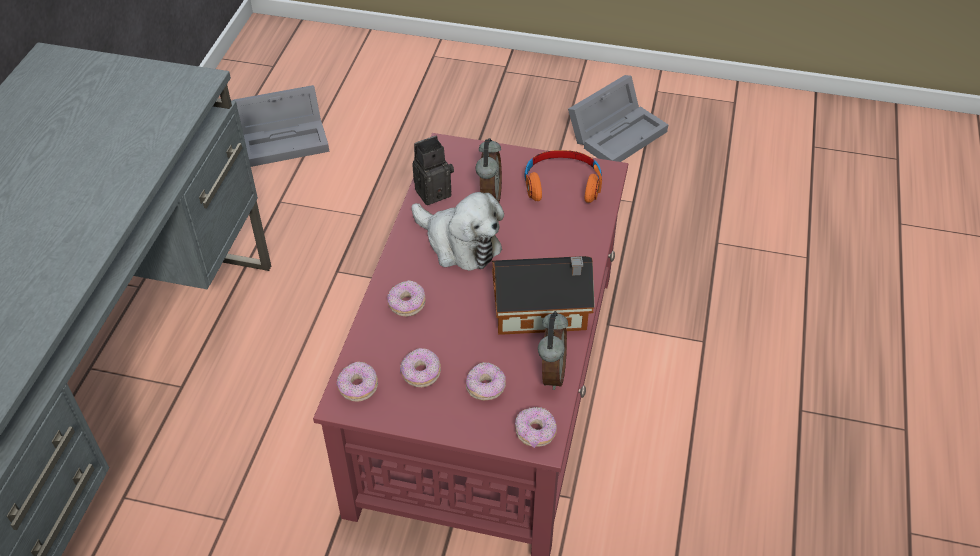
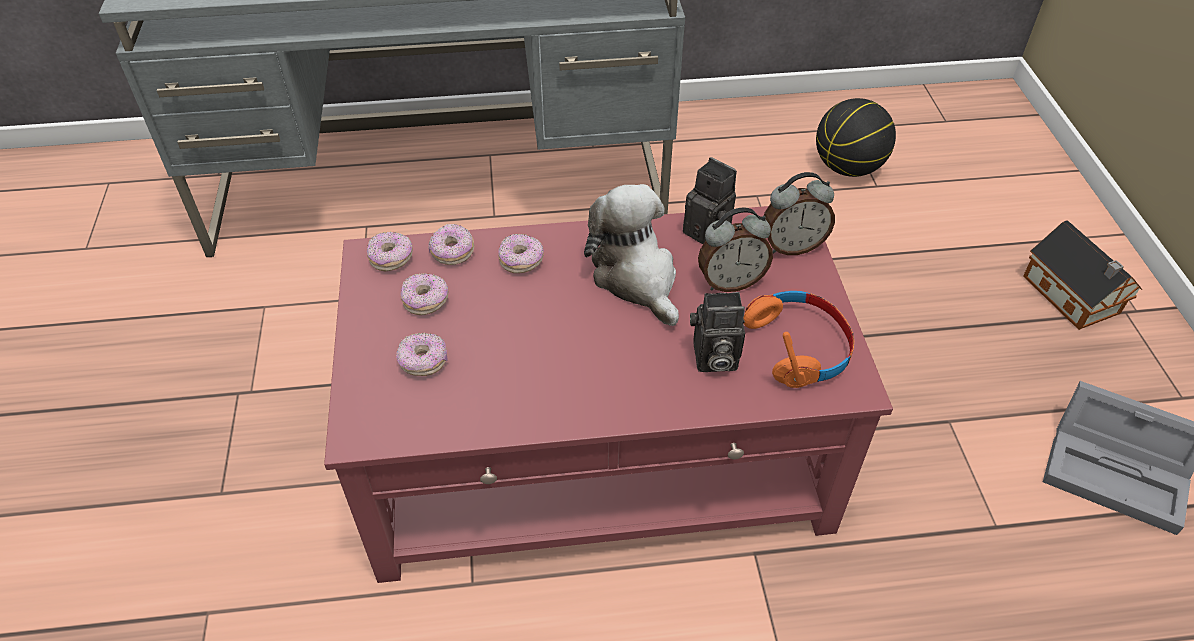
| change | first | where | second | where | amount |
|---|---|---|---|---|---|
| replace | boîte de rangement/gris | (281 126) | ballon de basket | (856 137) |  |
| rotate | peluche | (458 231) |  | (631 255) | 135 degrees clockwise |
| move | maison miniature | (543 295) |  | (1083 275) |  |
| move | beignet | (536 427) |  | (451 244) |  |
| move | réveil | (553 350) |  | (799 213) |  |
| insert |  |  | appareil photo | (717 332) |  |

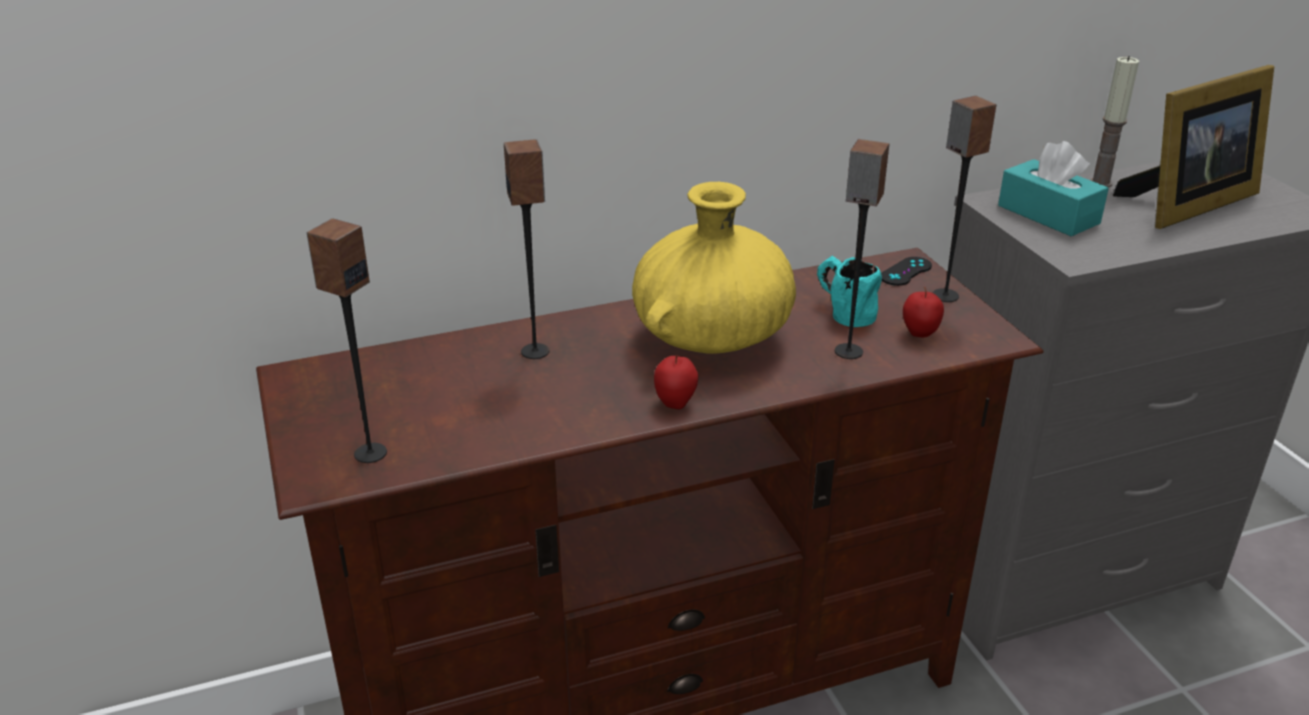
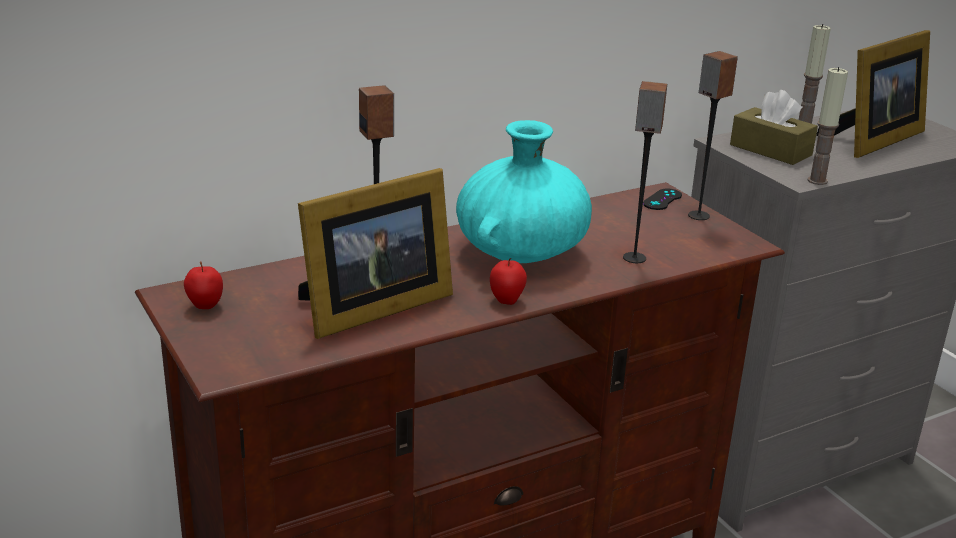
| change | first | where | second | where | amount |
|---|---|---|---|---|---|
| delete | enceinte | (346 340) |  |  |  |
| recolor | vase/jaune | (714 268) | vase/turquoise | (524 191) |  |
| delete | mug/turquoise | (849 291) |  |  |  |
| move | pomme | (923 312) |  | (203 285) |  |
| recolor | boîte à mouchoirs/turquoise | (1053 188) | boîte à mouchoirs/marron | (774 127) |  |
| insert |  |  | cadre photo | (375 253) |  |
| insert |  |  | bougie | (828 126) |  |

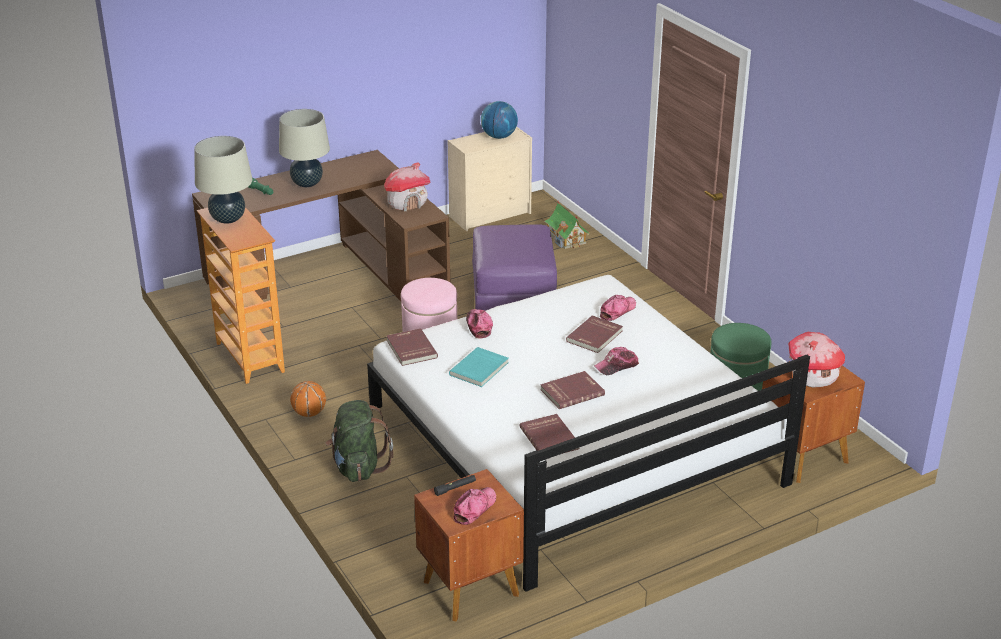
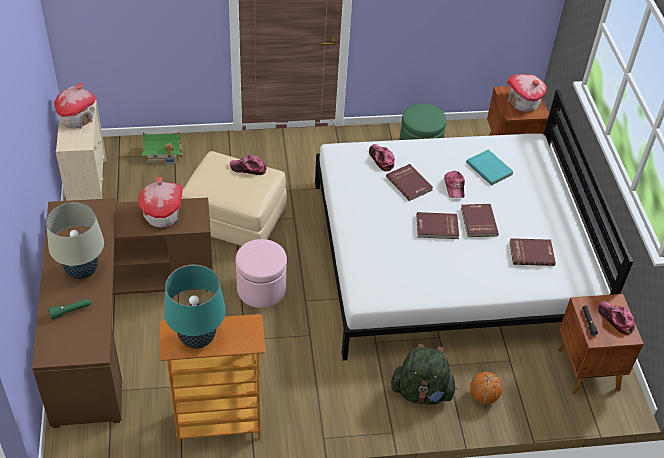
| change | first | where | second | where | amount |
|---|---|---|---|---|---|
| recolor | lampe de table/beige | (223 180) | lampe de table/turquoise | (195 307) |  |
| move | ballon de basket | (308 399) |  | (486 388) |  |
| move | livre/rouge | (412 347) |  | (438 225) |  |
| move | livre/turquoise | (479 367) |  | (490 167) |  |
| move | casquette | (479 324) |  | (248 165) |  |
| recolor | pouf/violet | (514 267) | pouf/beige | (234 198) |  |
| replace | globe | (499 120) | maison miniature | (75 106) |  |

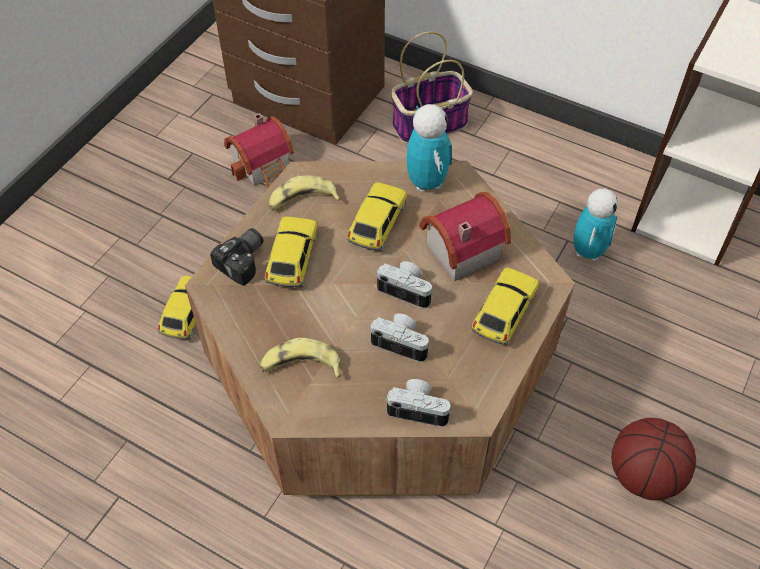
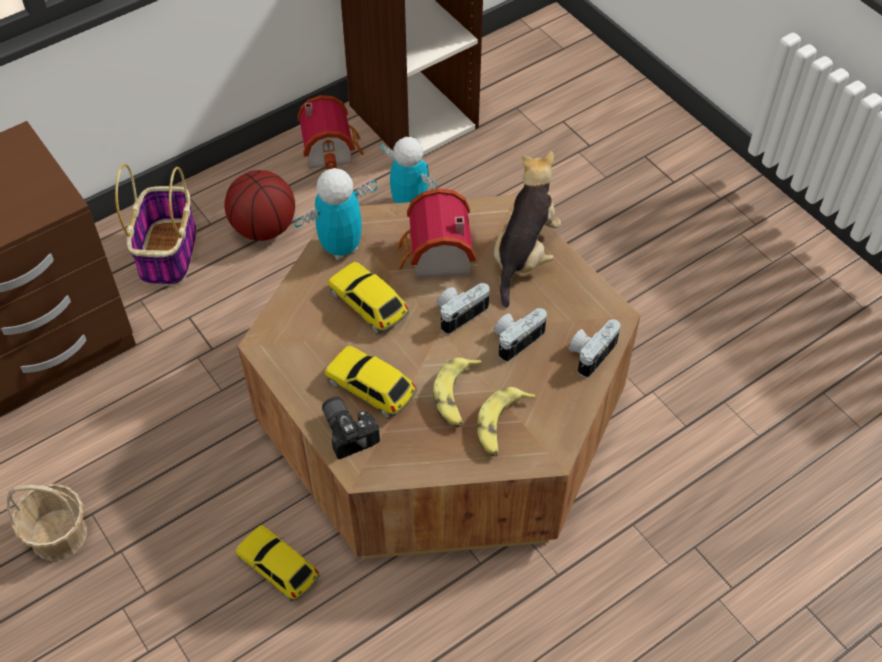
| change | first | where | second | where | amount |
|---|---|---|---|---|---|
| move | maison miniature | (259 150) |  | (330 132) |  |
| move | banane | (305 193) |  | (457 392) |  |
| rotate | robot jouet | (429 148) |  | (336 214) | 45 degrees counterclockwise |
| replace | petite voiture | (505 307) | peluche | (527 229) |  |
| move | ballon de basket | (654 459) |  | (259 205) |  |
| insert |  |  | panier | (47 522) |  |

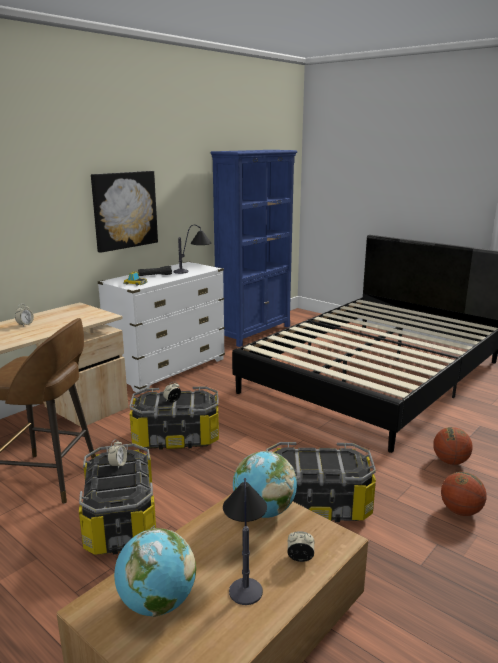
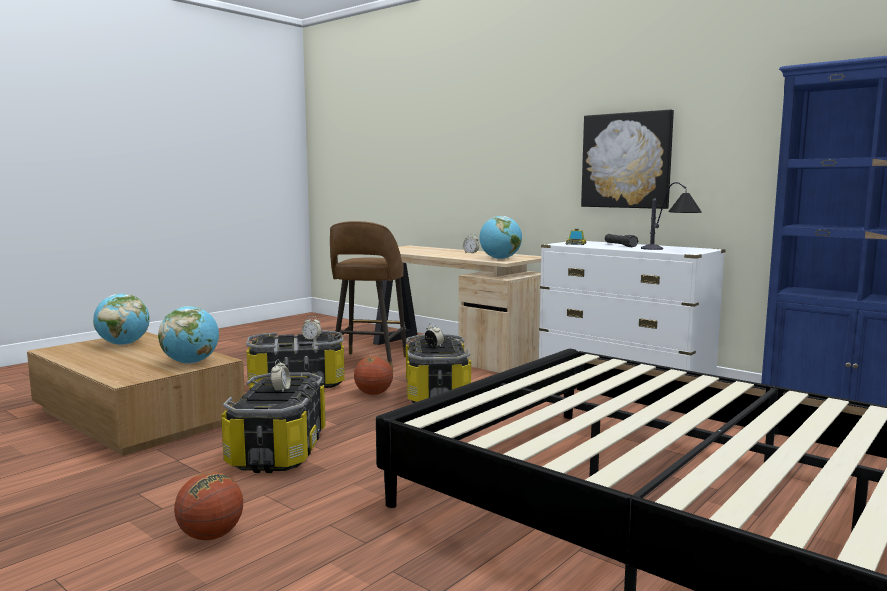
| change | first | where | second | where | amount |
|---|---|---|---|---|---|
| delete | lampe de table | (245 541) |  |  |  |
| move | réveil | (301 546) |  | (281 376) |  |
| move | ballon de basket | (453 446) |  | (373 375) |  |
| insert |  |  | globe | (500 237) |  |

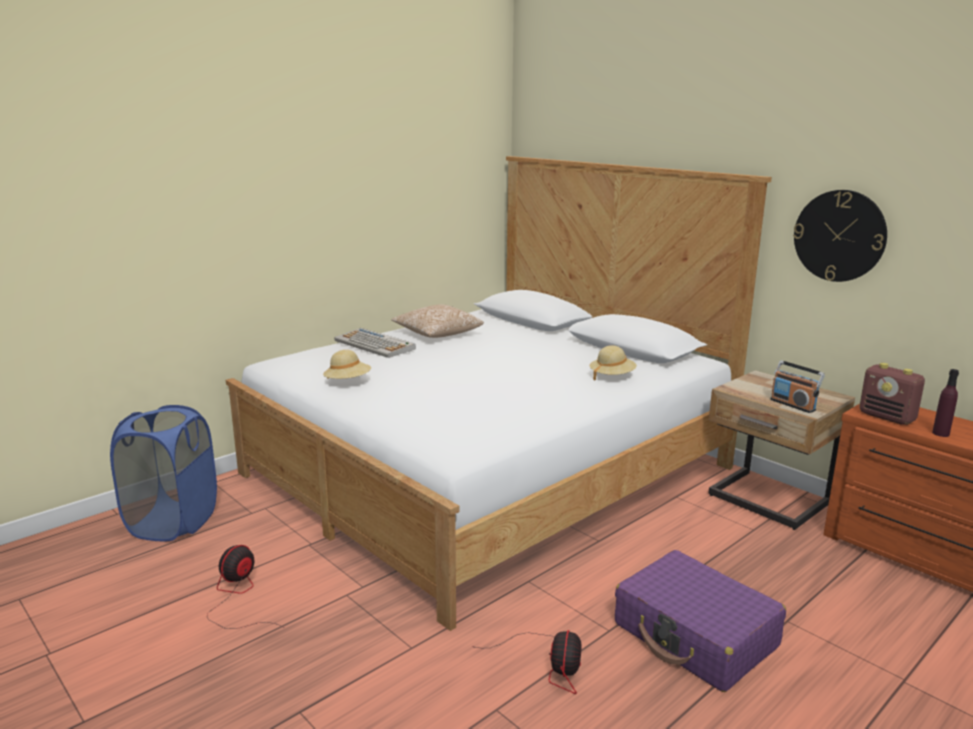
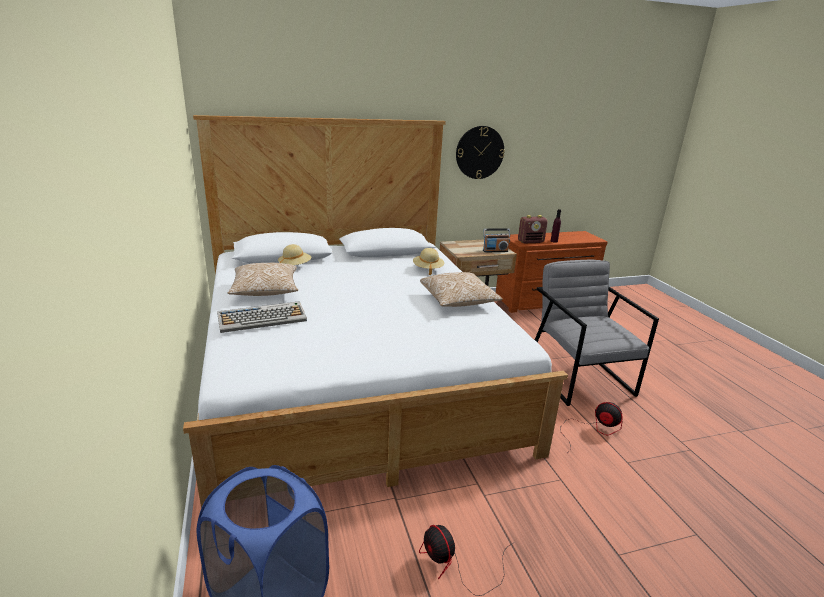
| change | first | where | second | where | amount |
|---|---|---|---|---|---|
| move | chapeau/beige | (347 364) |  | (294 254) |  |
| replace | valise/violet | (700 621) | fauteuil/gris | (597 333) |  |
| insert |  |  | coussin | (461 289) |  |

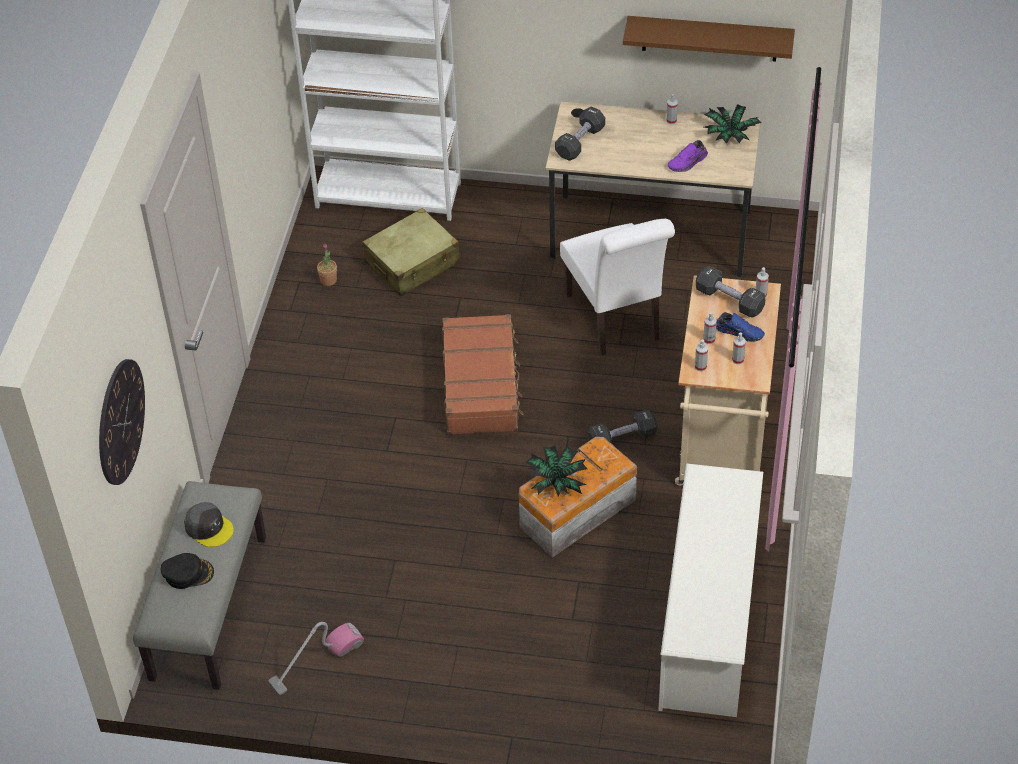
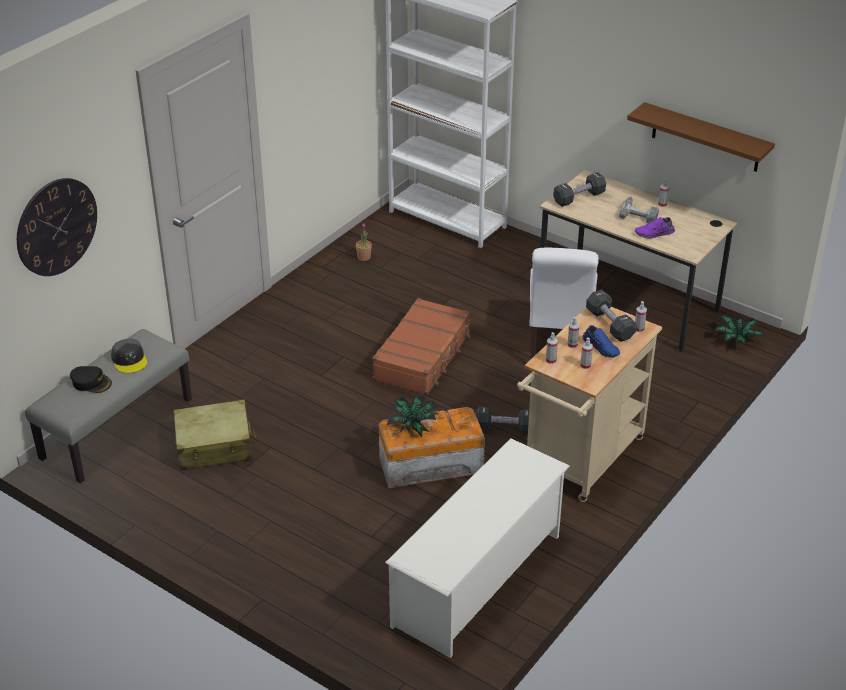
| change | first | where | second | where | amount |
|---|---|---|---|---|---|
| delete | aspirateur | (316 658) |  |  |  |
| move | valise/beige | (411 252) |  | (215 435) |  |
| move | plante en pot | (733 124) |  | (739 329) |  |
| insert |  |  | perceuse | (639 210) |  |

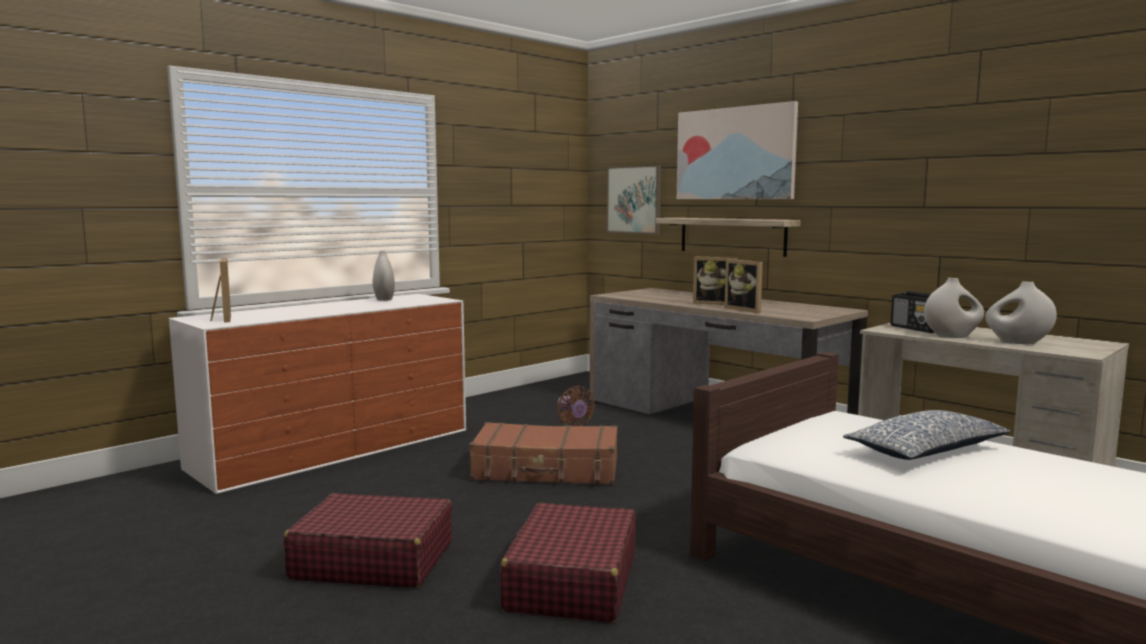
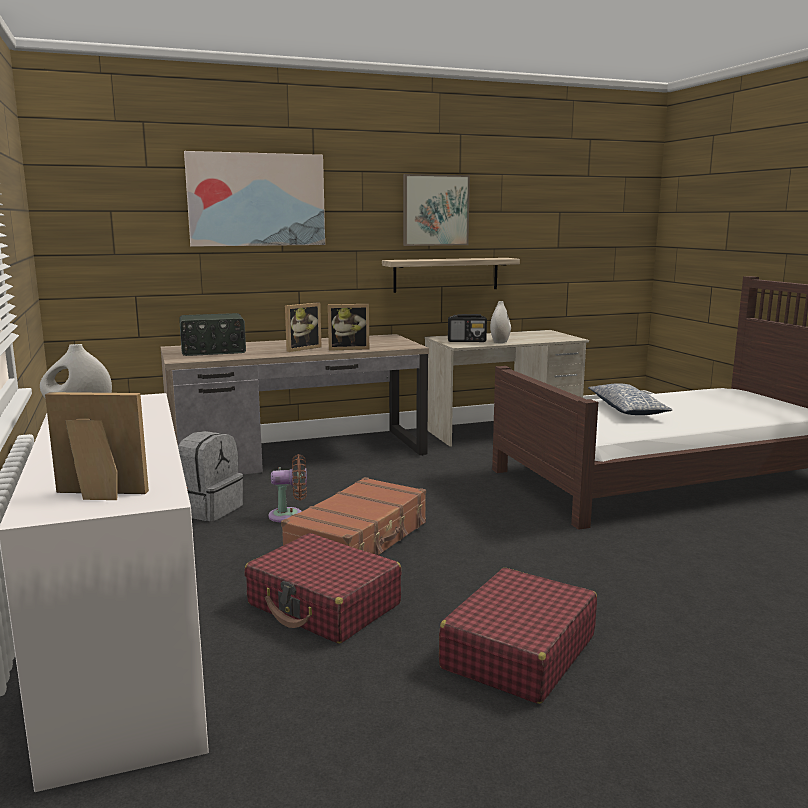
| change | first | where | second | where | amount |
|---|---|---|---|---|---|
| move | valise/rouge | (568 563) |  | (323 588) |  |
| move | tableau | (634 199) |  | (436 210) |  |
| move | étagère | (728 237) |  | (451 275) |  |
| delete | vase/blanc | (1021 313) |  |  |  |
| insert |  |  | sac à dos/gris | (210 476) |  |
| insert |  |  | radio | (212 334) |  |

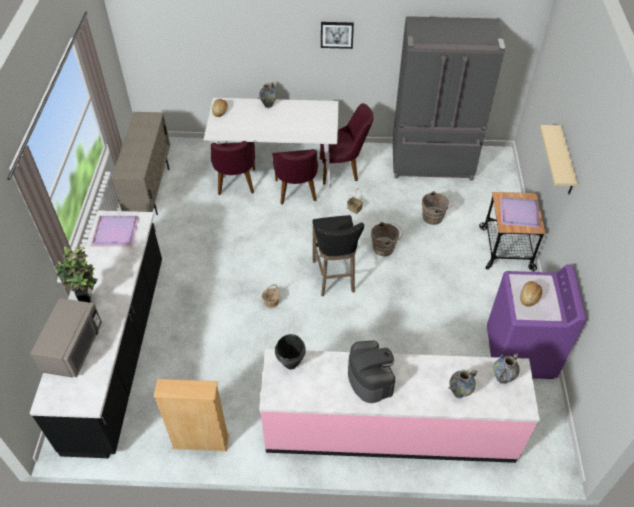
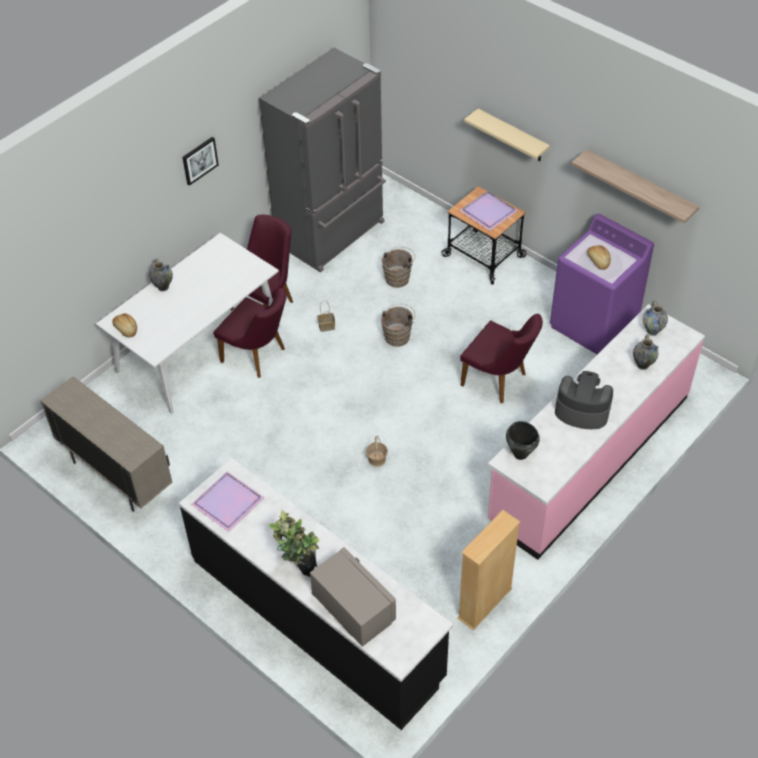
| change | first | where | second | where | amount |
|---|---|---|---|---|---|
| move | chaise/violet | (233 168) |  | (501 358) |  |
| delete | tabouret/noir | (338 255) |  |  |  |
| insert |  |  | étagère | (635 186) |  |

